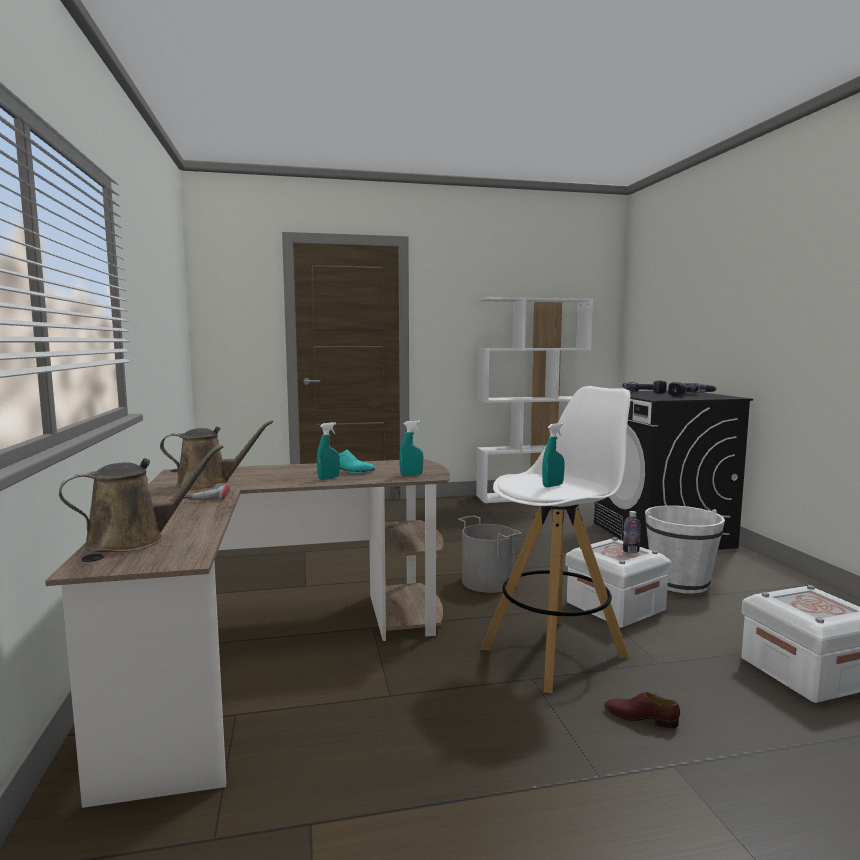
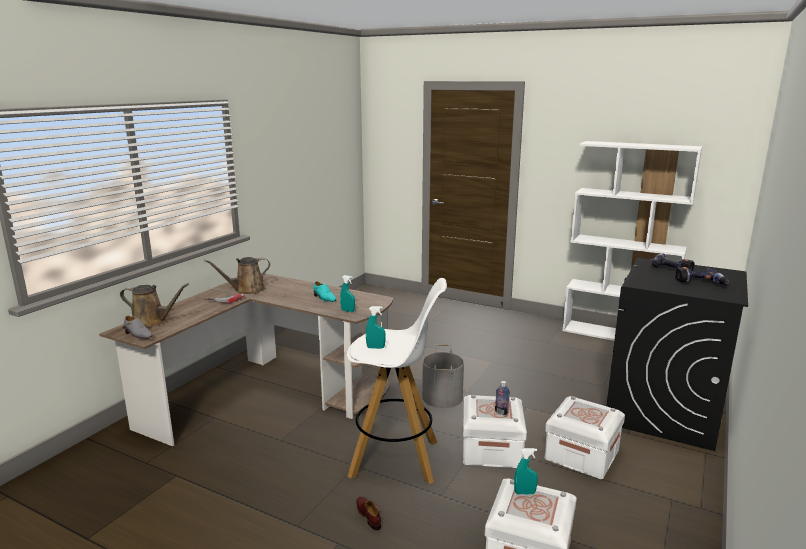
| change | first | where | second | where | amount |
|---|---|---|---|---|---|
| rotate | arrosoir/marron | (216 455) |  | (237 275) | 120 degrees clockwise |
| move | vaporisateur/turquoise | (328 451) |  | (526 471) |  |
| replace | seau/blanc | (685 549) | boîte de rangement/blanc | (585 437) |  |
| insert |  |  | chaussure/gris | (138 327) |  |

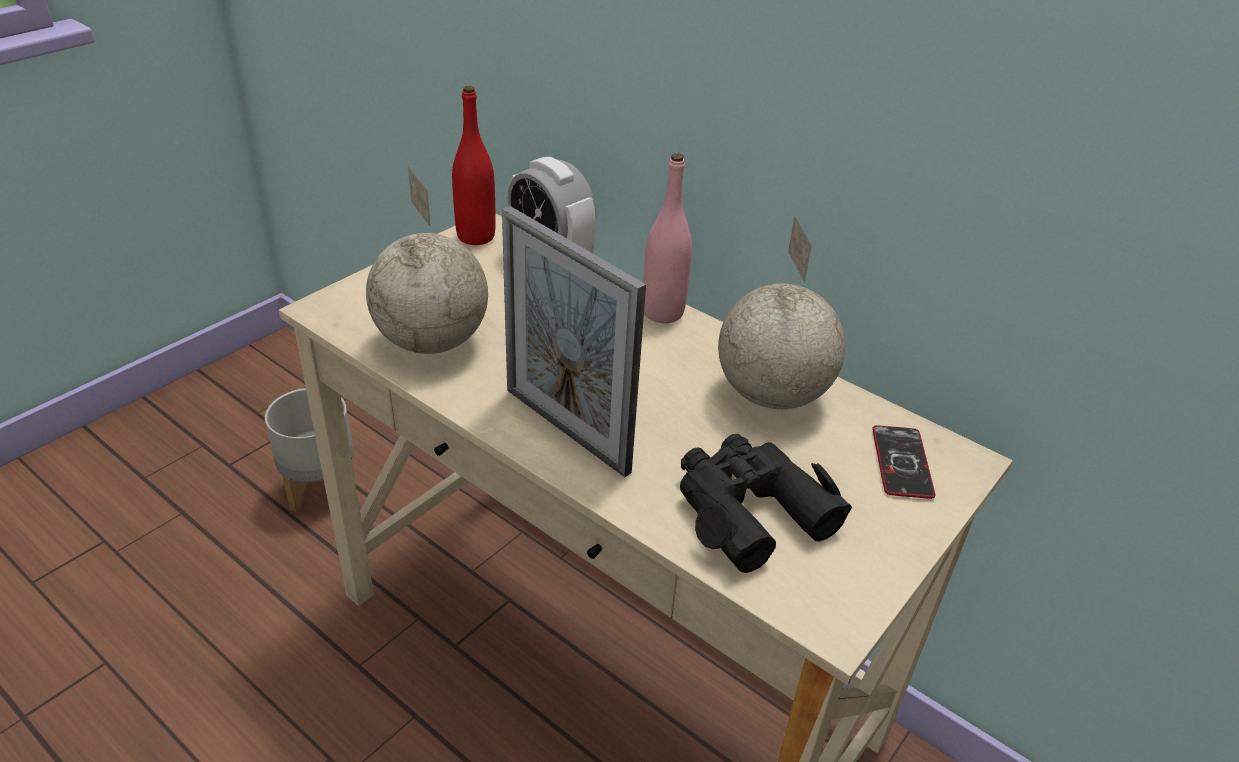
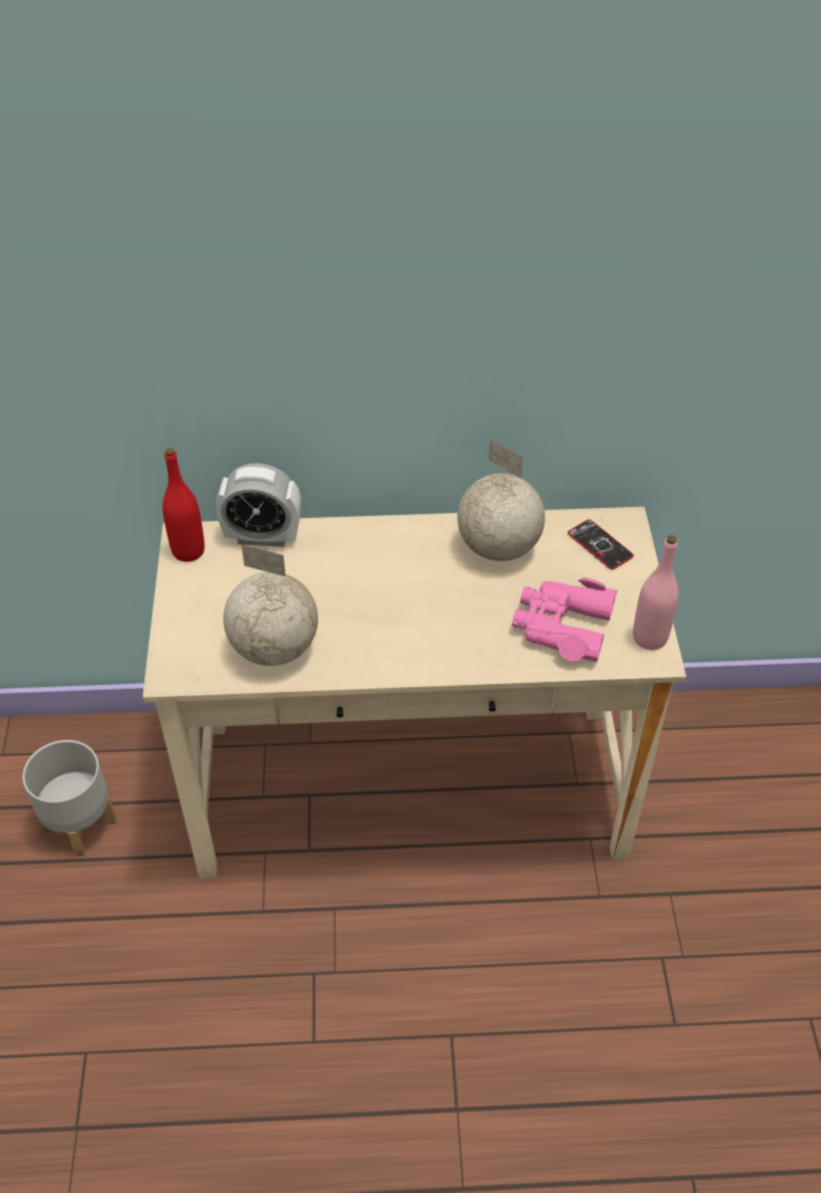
| change | first | where | second | where | amount |
|---|---|---|---|---|---|
| delete | cadre photo | (574 341) |  |  |  |
| move | bouteille/rose | (667 238) |  | (656 592) |  |
| recolor | jumelles/noir | (766 503) | jumelles/rose | (564 620) |  |

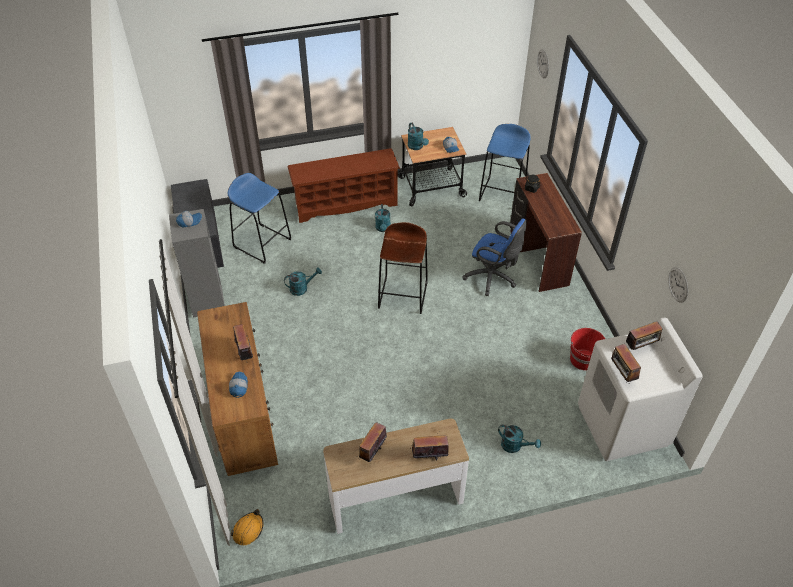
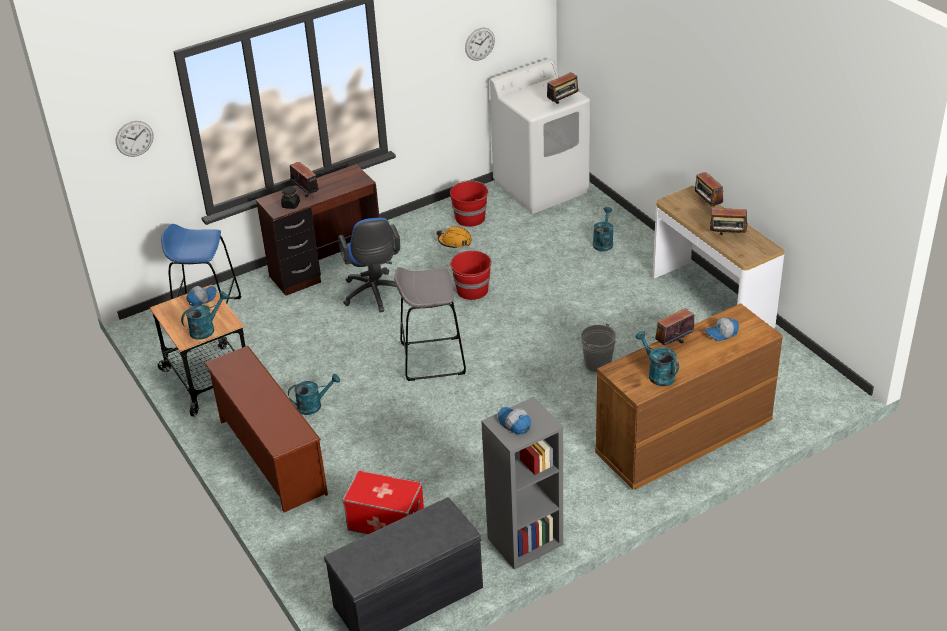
| change | first | where | second | where | amount |
|---|---|---|---|---|---|
| replace | tabouret/bleu | (260 218) | boîte de rangement | (383 502) |  |
| move | casque de chantier/orange | (247 527) |  | (454 238) |  |
| move | arrosoir/turquoise | (303 281) |  | (657 358) |  |
| recolor | tabouret/marron | (403 268) | tabouret/gris | (430 324) |  |
| rotate | chaise de bureau/bleu | (494 257) |  | (369 265) | 150 degrees clockwise |
| move | radio | (644 335) |  | (304 179) |  |
| insert |  |  | seau/rouge | (470 275) |  |
| insert |  |  | seau/gris | (598 348) |  |

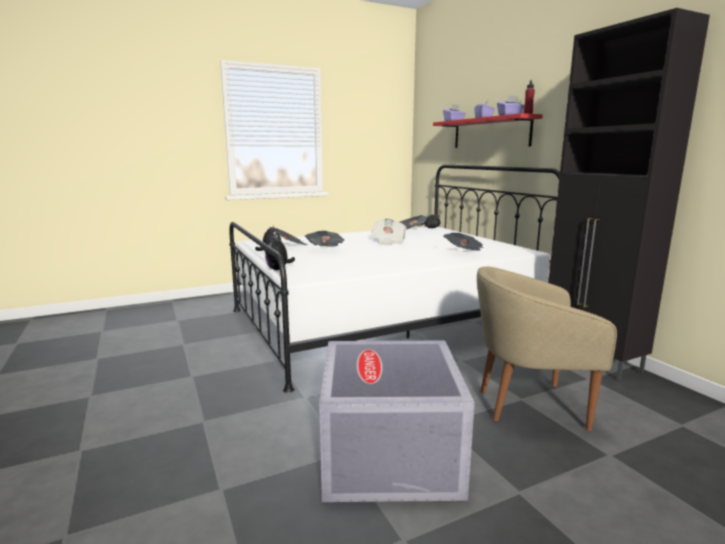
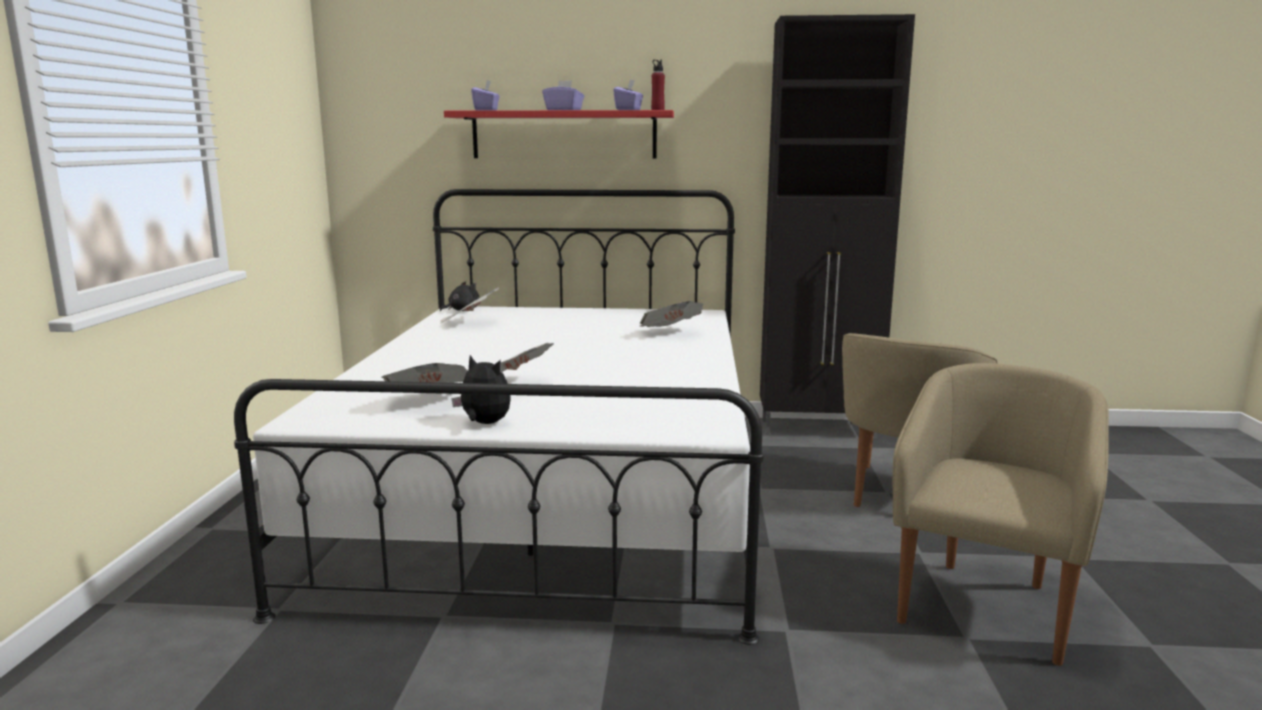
| change | first | where | second | where | amount |
|---|---|---|---|---|---|
| delete | peluche | (280 253) |  |  |  |
| replace | boîte de rangement/gris | (397 421) | fauteuil/beige | (1001 514) |  |
| delete | journal | (389 231) |  |  |  |

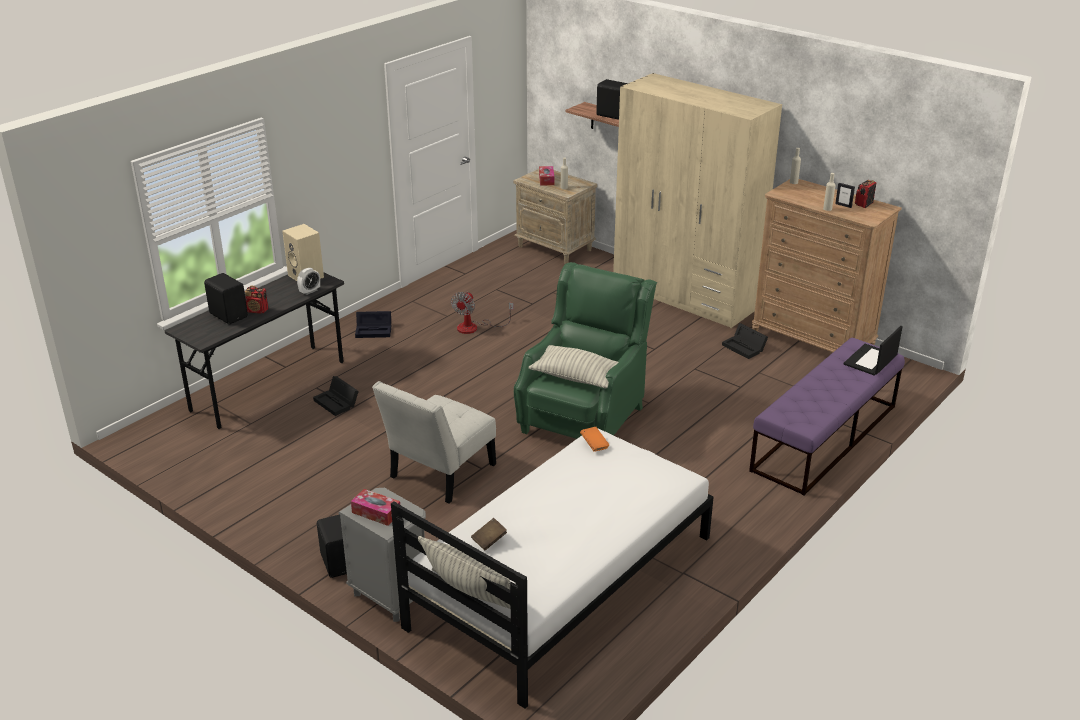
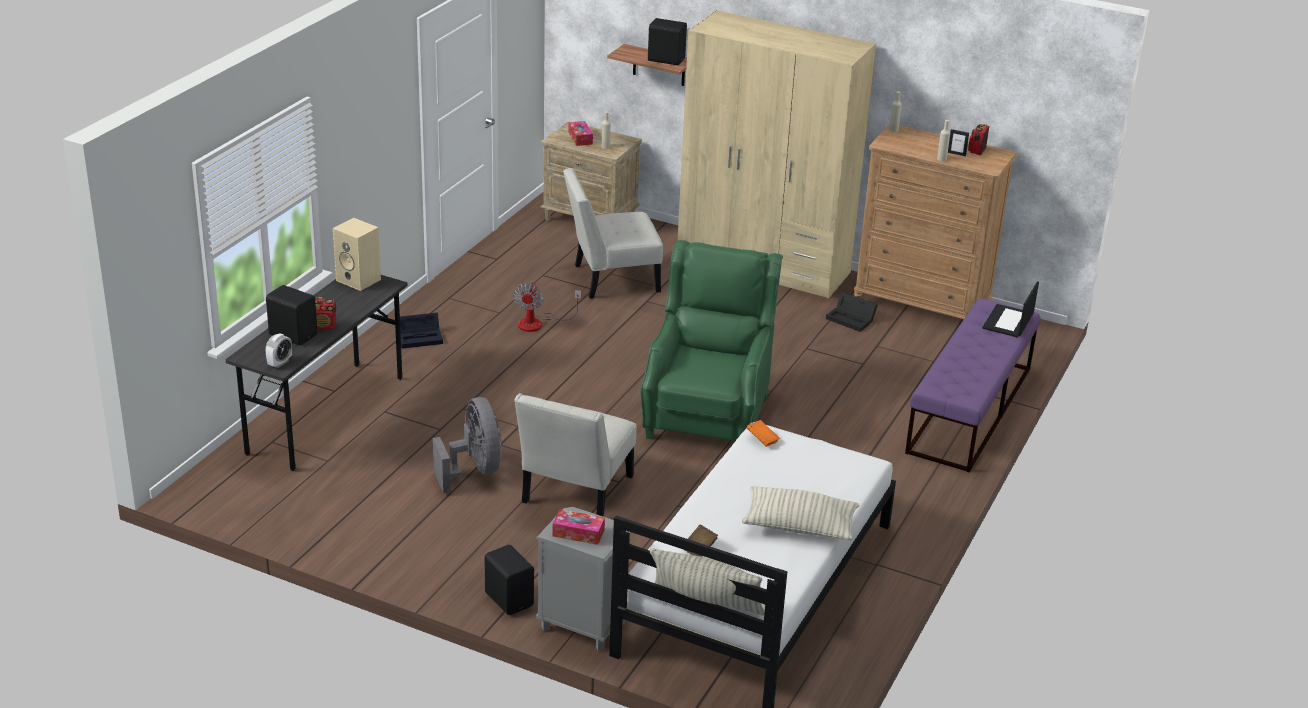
| change | first | where | second | where | amount |
|---|---|---|---|---|---|
| move | réveil | (308 281) |  | (278 350) |  |
| delete | boîte de rangement/noir | (336 396) |  |  |  |
| move | coussin | (573 366) |  | (800 513) |  |
| insert |  |  | ventilateur/gris | (467 445) |  |
| insert |  |  | chaise/blanc | (613 233) |  |

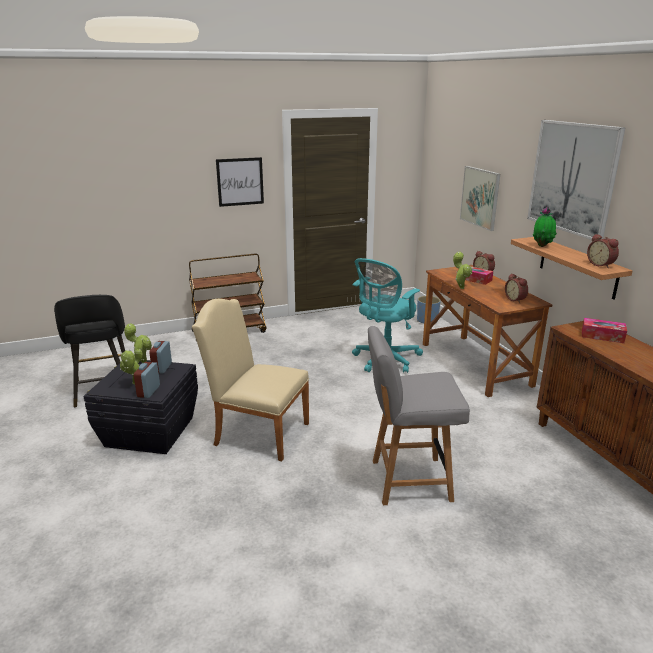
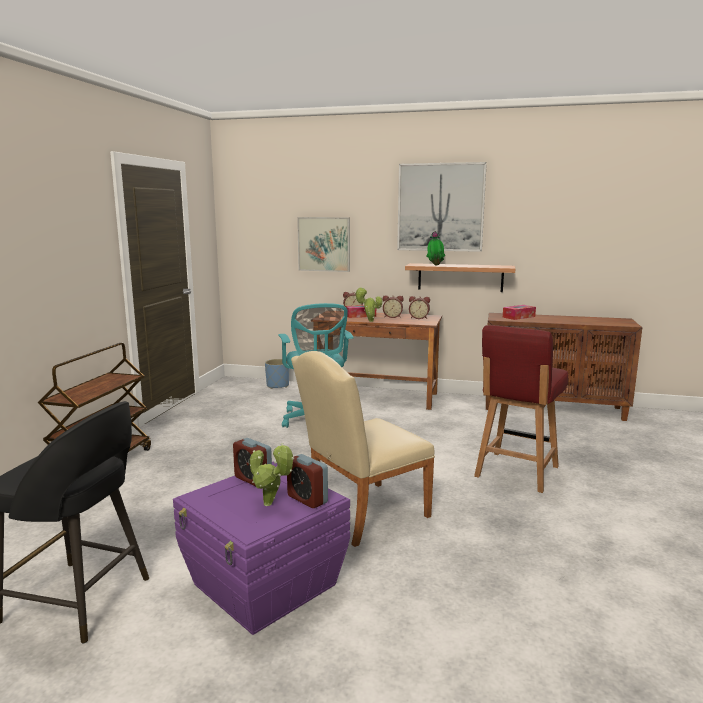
| change | first | where | second | where | amount |
|---|---|---|---|---|---|
| recolor | boîte de rangement/noir | (140 407) | boîte de rangement/violet | (261 548) |  |
| delete | plante en pot | (138 343) |  |  |  |
| delete | tableau | (240 182) |  |  |  |
| recolor | chaise/gris | (419 415) | chaise/rouge | (521 409) |  |
| move | réveil | (603 251) |  | (393 306) |  |

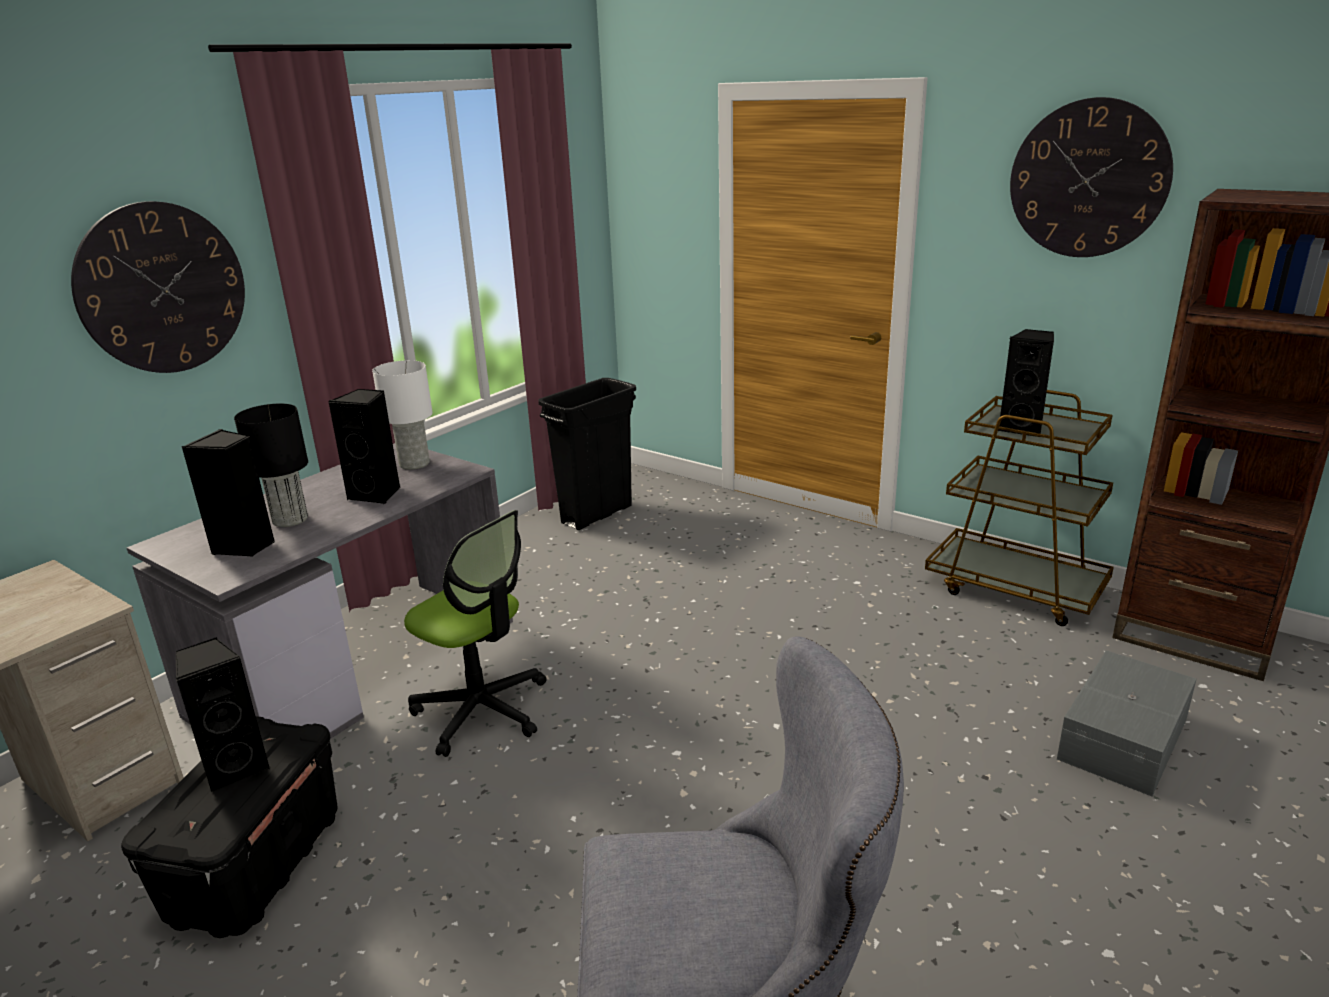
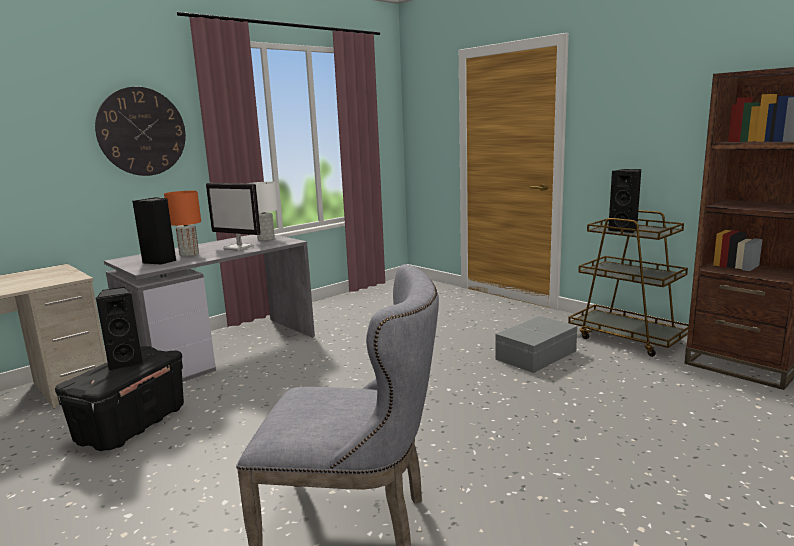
| change | first | where | second | where | amount |
|---|---|---|---|---|---|
| recolor | lampe de table/noir | (271 465) | lampe de table/orange | (182 223) |  |
| replace | enceinte/noir | (364 446) | écran d'ordinateur | (233 217) |  |
| delete | chaise de bureau | (475 633) |  |  |  |
| delete | poubelle/noir | (587 454) |  |  |  |
| delete | horloge murale | (1091 177) |  |  |  |
| move | boîte de rangement/gris | (1126 723) |  | (536 344) |  |

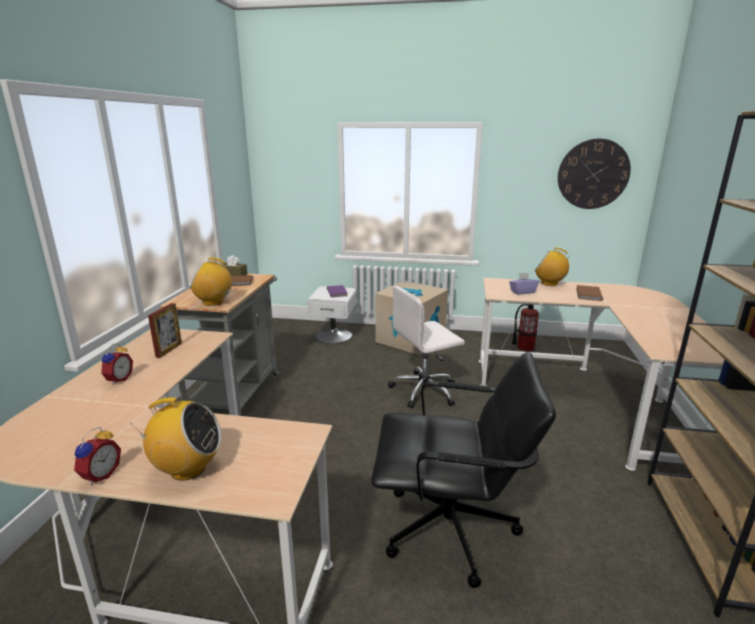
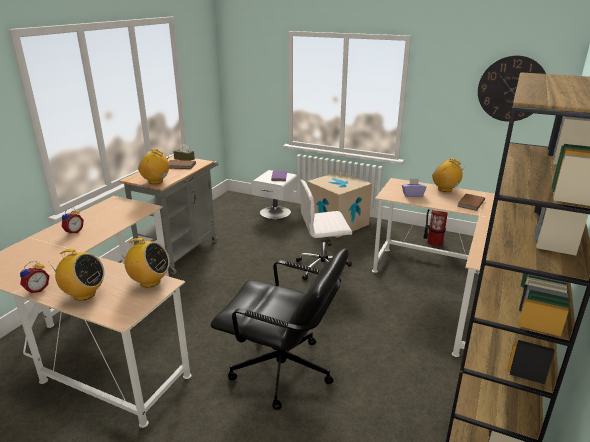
| change | first | where | second | where | amount |
|---|---|---|---|---|---|
| delete | cadre photo | (165 330) |  |  |  |
| insert |  |  | radio | (145 263) |  |

